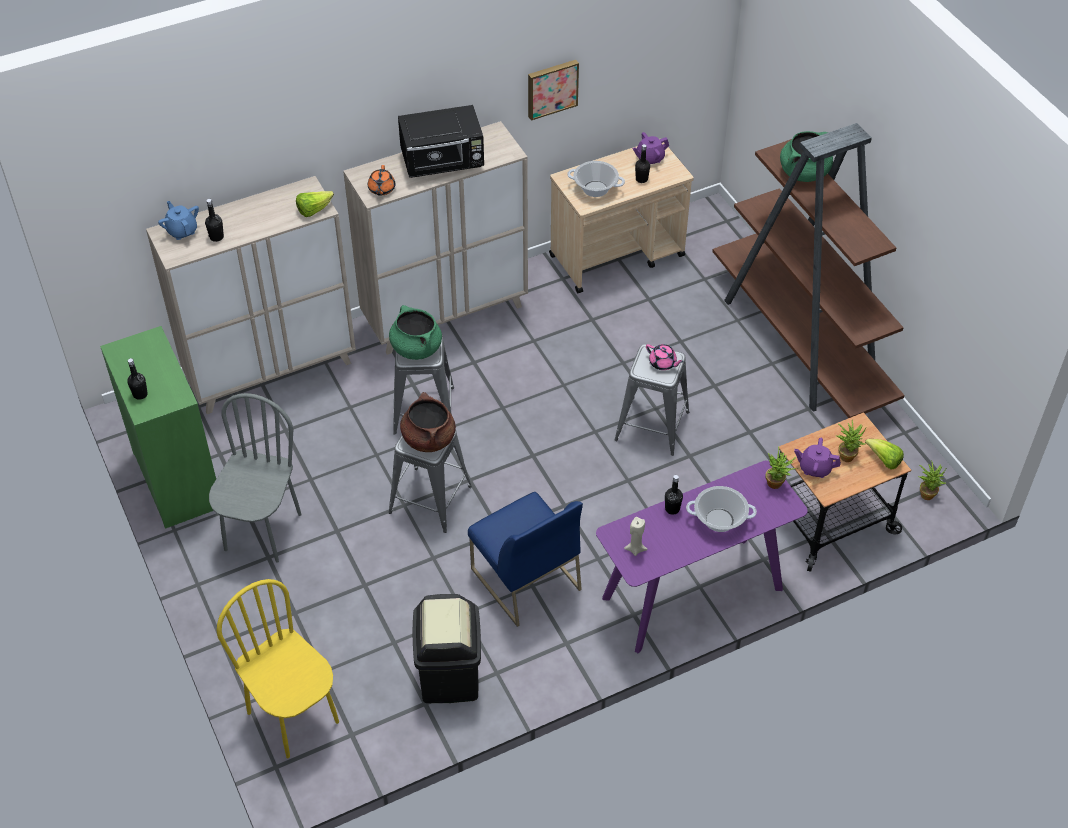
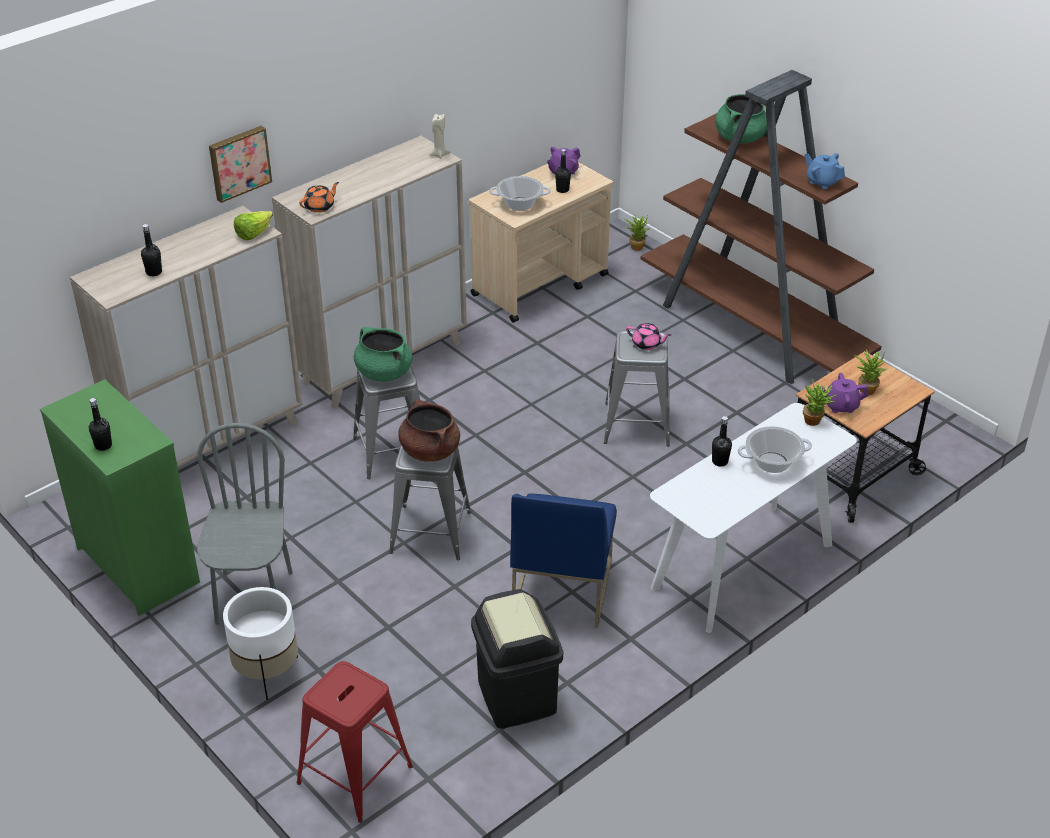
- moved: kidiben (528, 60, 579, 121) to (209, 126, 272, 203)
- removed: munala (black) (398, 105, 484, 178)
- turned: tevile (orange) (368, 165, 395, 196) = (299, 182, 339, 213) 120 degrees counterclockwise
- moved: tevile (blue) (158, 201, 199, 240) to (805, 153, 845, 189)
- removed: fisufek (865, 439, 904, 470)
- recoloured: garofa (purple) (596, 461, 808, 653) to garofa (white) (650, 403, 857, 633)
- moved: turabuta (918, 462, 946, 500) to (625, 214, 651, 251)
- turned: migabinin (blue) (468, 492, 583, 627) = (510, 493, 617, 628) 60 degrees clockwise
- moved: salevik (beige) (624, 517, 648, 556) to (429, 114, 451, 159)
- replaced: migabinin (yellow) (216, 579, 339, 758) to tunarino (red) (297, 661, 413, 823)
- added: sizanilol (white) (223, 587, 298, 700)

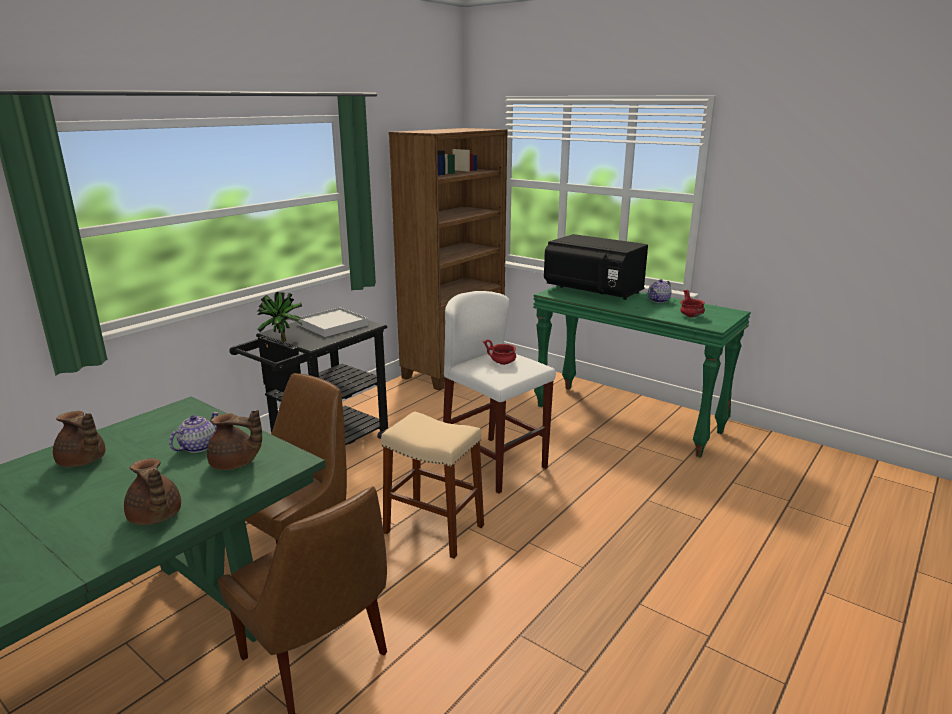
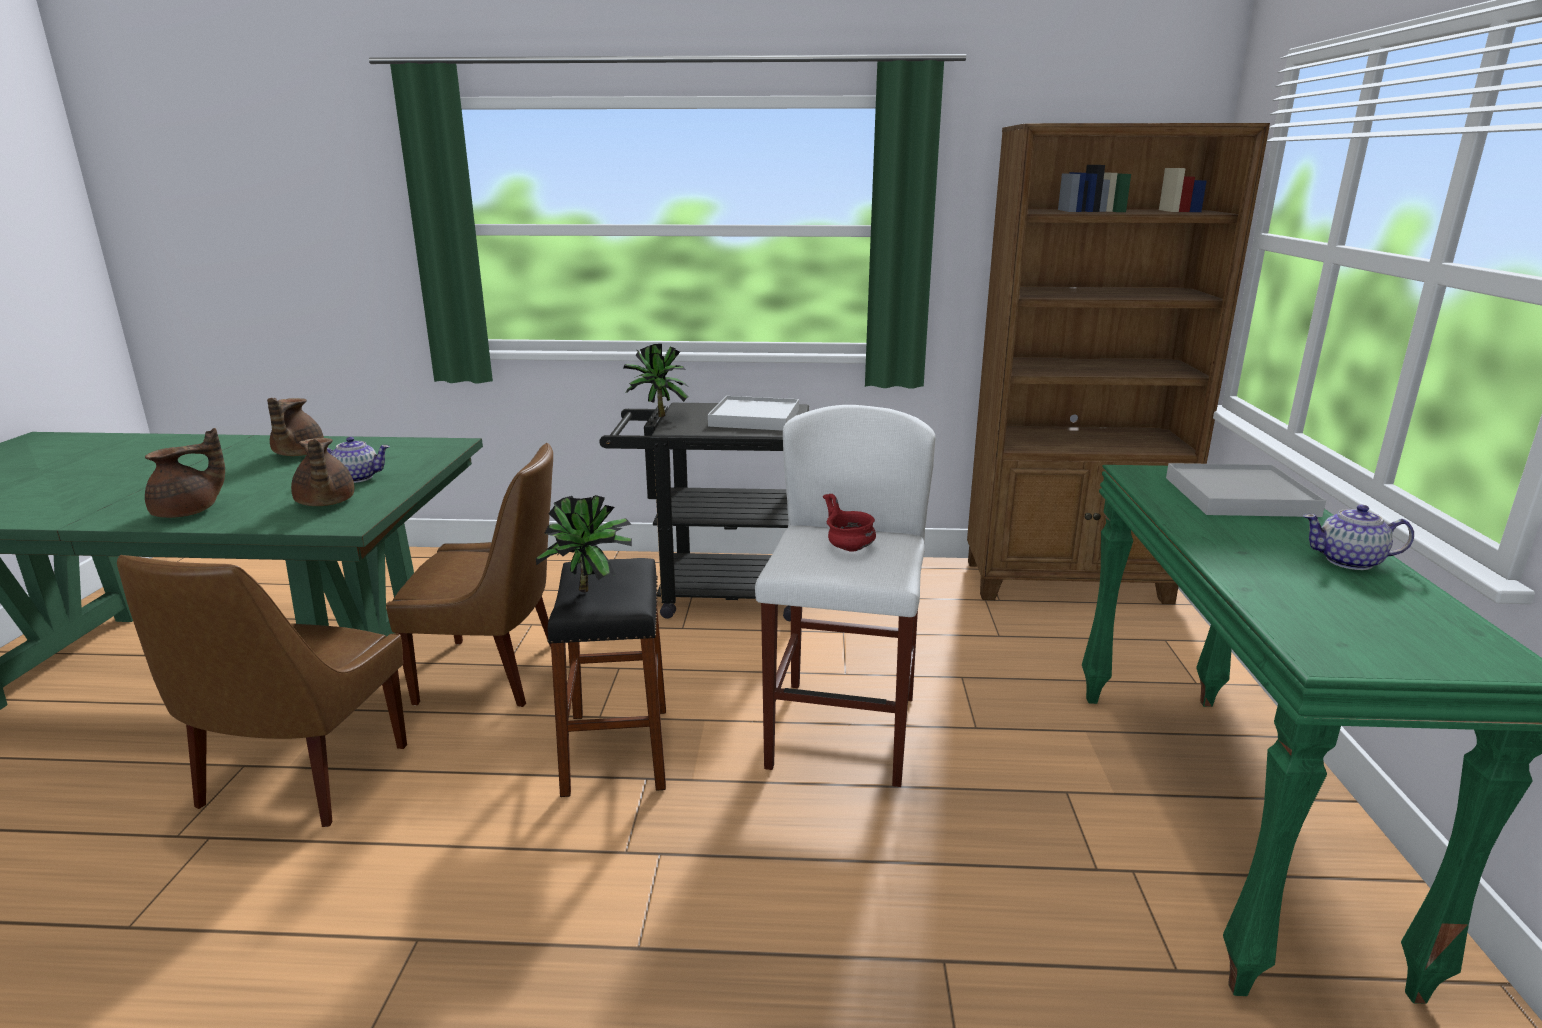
- replaced: munala (black) (544, 234, 648, 300) to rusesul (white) (1166, 463, 1326, 517)
- removed: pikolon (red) (680, 290, 705, 318)
- recoloured: tunarino (beige) (381, 411, 484, 559) to tunarino (black) (547, 558, 666, 797)
- turned: tevile (brown) (124, 458, 181, 525) = (145, 428, 225, 518) 150 degrees counterclockwise
- added: turabuta (536, 495, 632, 592)

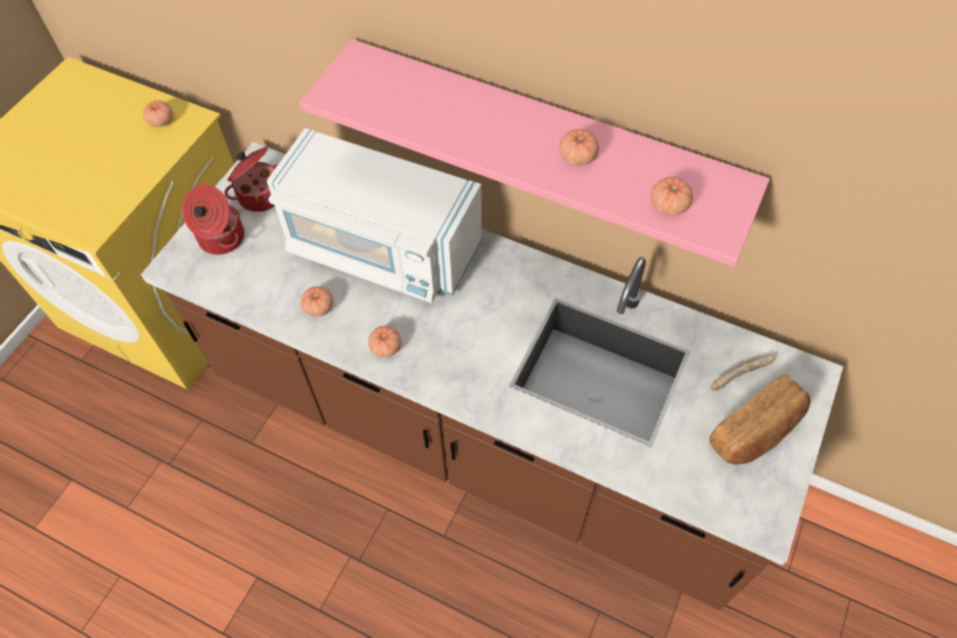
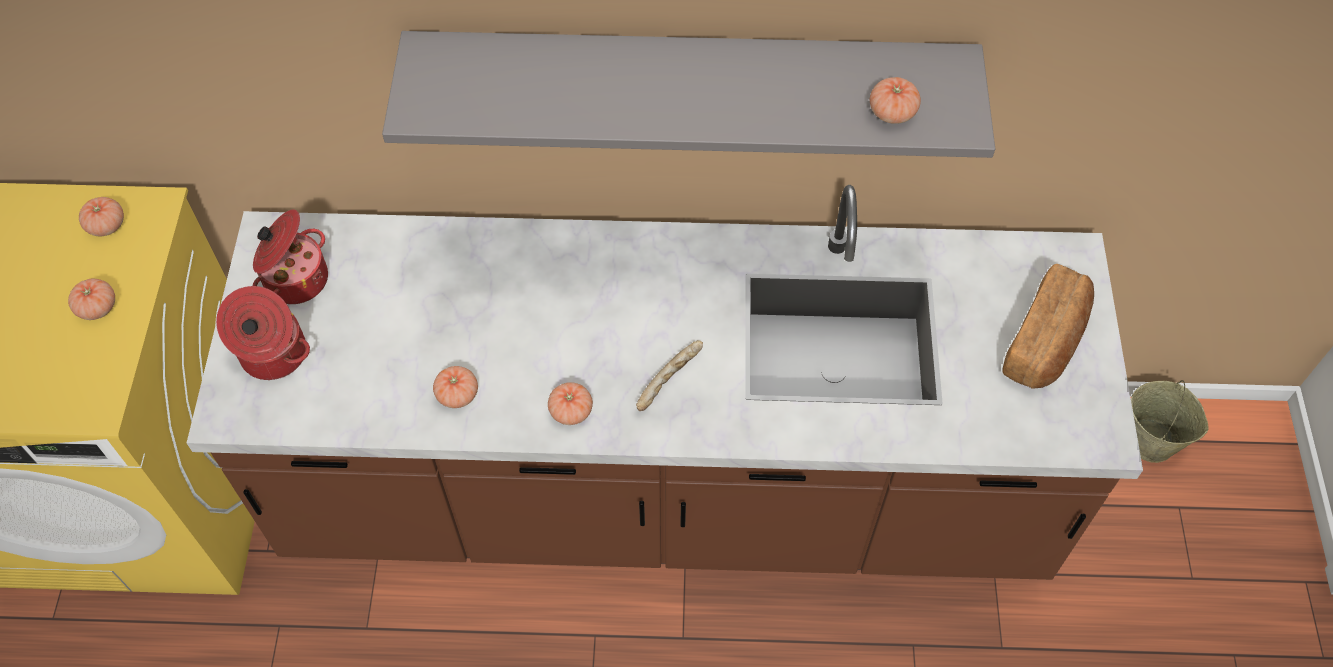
- recoloured: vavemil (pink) (299, 39, 770, 267) to vavemil (grey) (382, 31, 995, 158)
- removed: munala (white) (267, 128, 482, 303)
- moved: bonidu (559, 129, 599, 166) to (68, 279, 115, 320)
- moved: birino (711, 355, 775, 391) to (636, 340, 703, 411)
- added: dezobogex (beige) (1131, 380, 1209, 463)

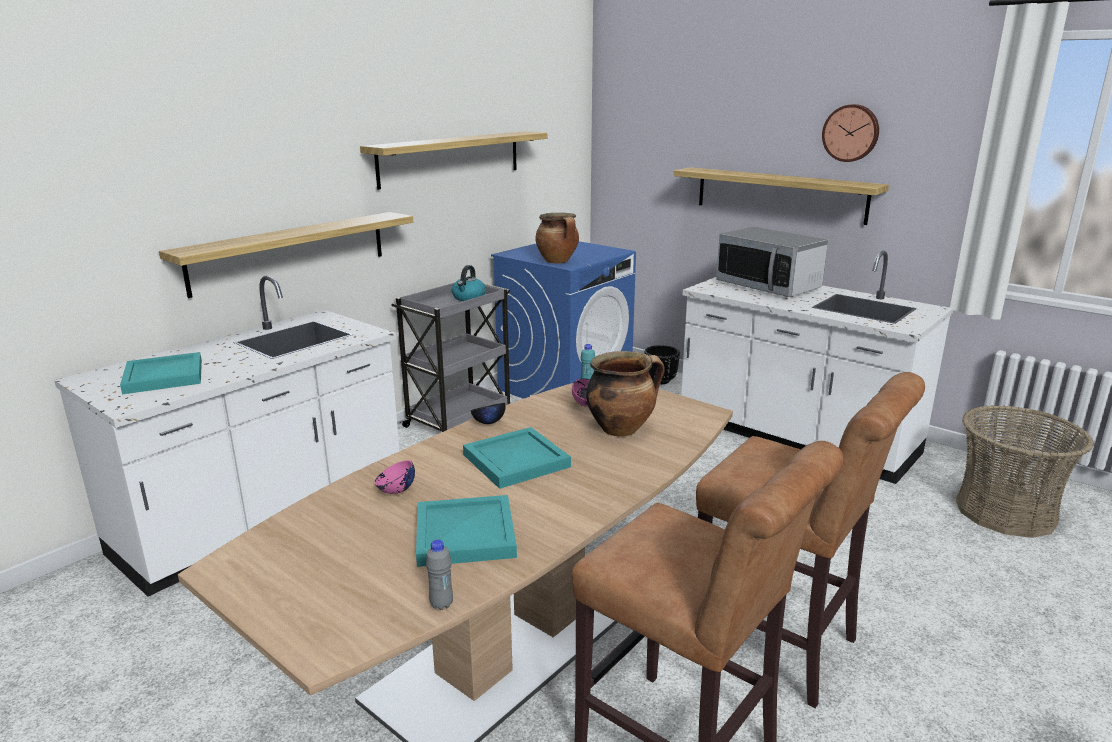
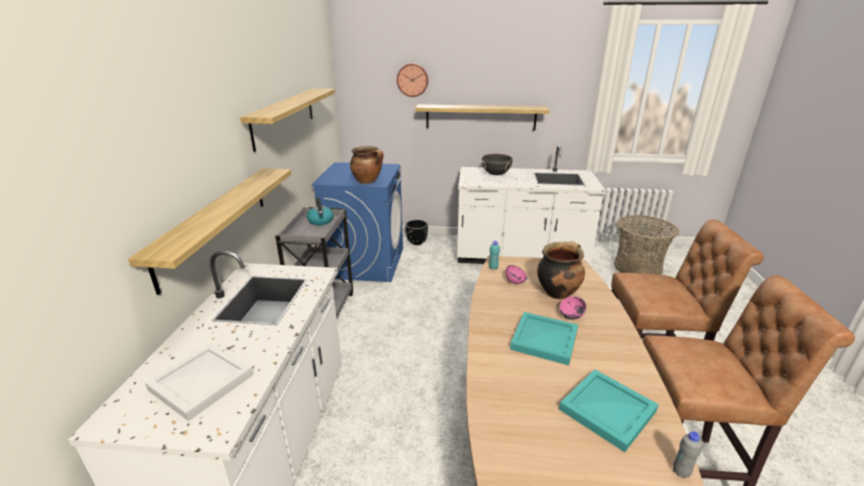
- moved: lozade (822, 104, 879, 162) to (397, 63, 428, 97)
- replaced: munala (716, 227, 828, 297) to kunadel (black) (482, 154, 513, 175)
- recoloured: rusesul (turquoise) (120, 352, 202, 394) to rusesul (white) (145, 344, 253, 421)
- removed: pikolon (black) (470, 403, 505, 424)
- moved: pikolon (pink) (375, 460, 415, 494) to (559, 297, 586, 320)

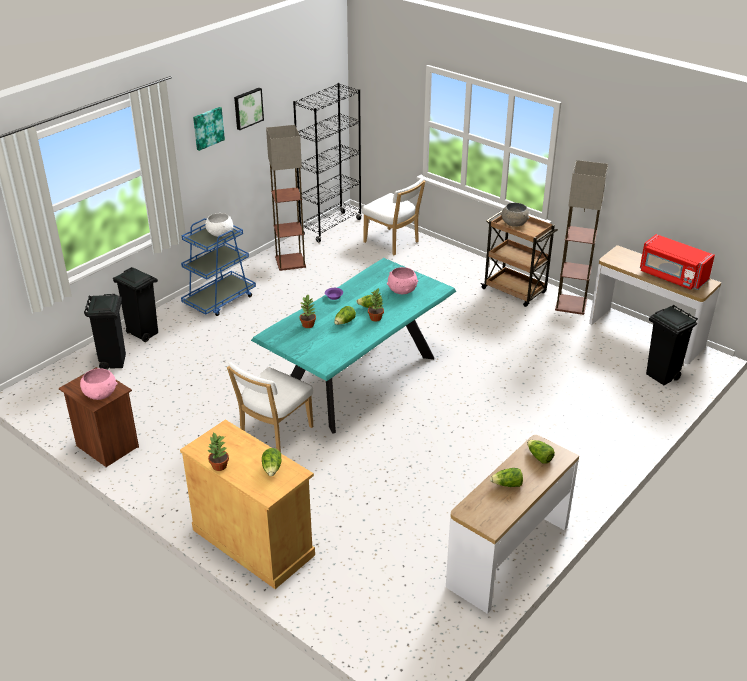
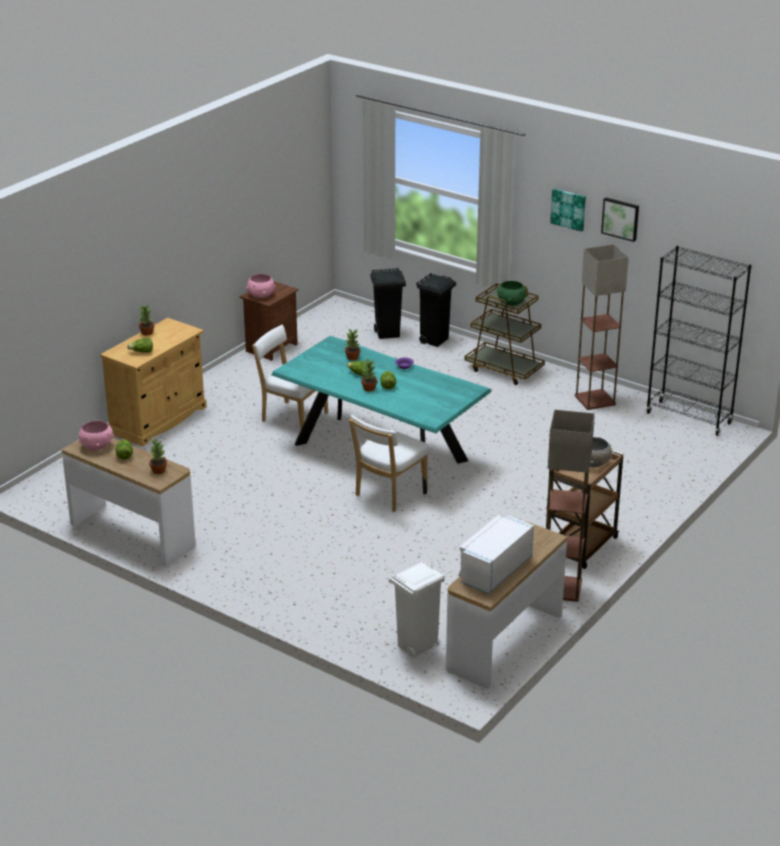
- moved: migabinin (white) (362, 178, 425, 255) to (349, 415, 430, 511)
- recoloured: pikolon (white) (205, 213, 234, 237) to pikolon (green) (497, 281, 527, 306)
- recoloured: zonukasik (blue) (181, 218, 256, 316) to zonukasik (brown) (464, 283, 545, 385)
- recoloured: munala (red) (640, 234, 715, 290) to munala (white) (459, 515, 534, 594)
- moved: pikolon (pink) (387, 267, 418, 294) to (78, 421, 114, 451)
- recoloured: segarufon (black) (646, 305, 698, 385) to segarufon (white) (389, 561, 445, 659)
- replaced: fisufek (527, 440, 555, 464) to turabuta (149, 438, 167, 474)

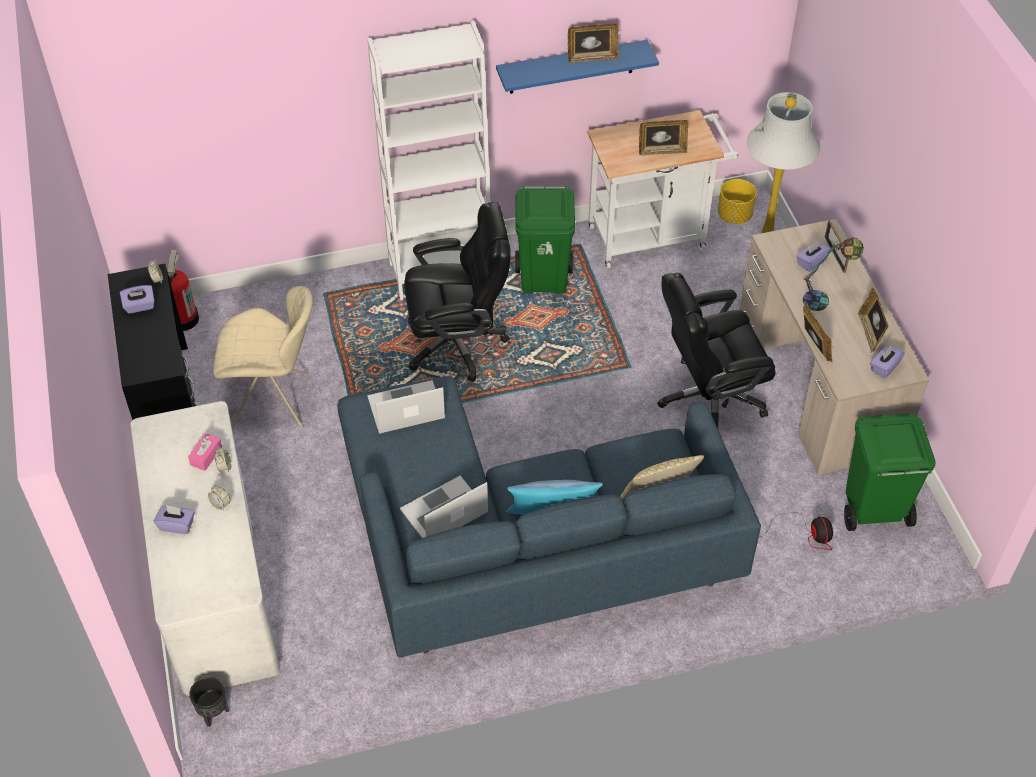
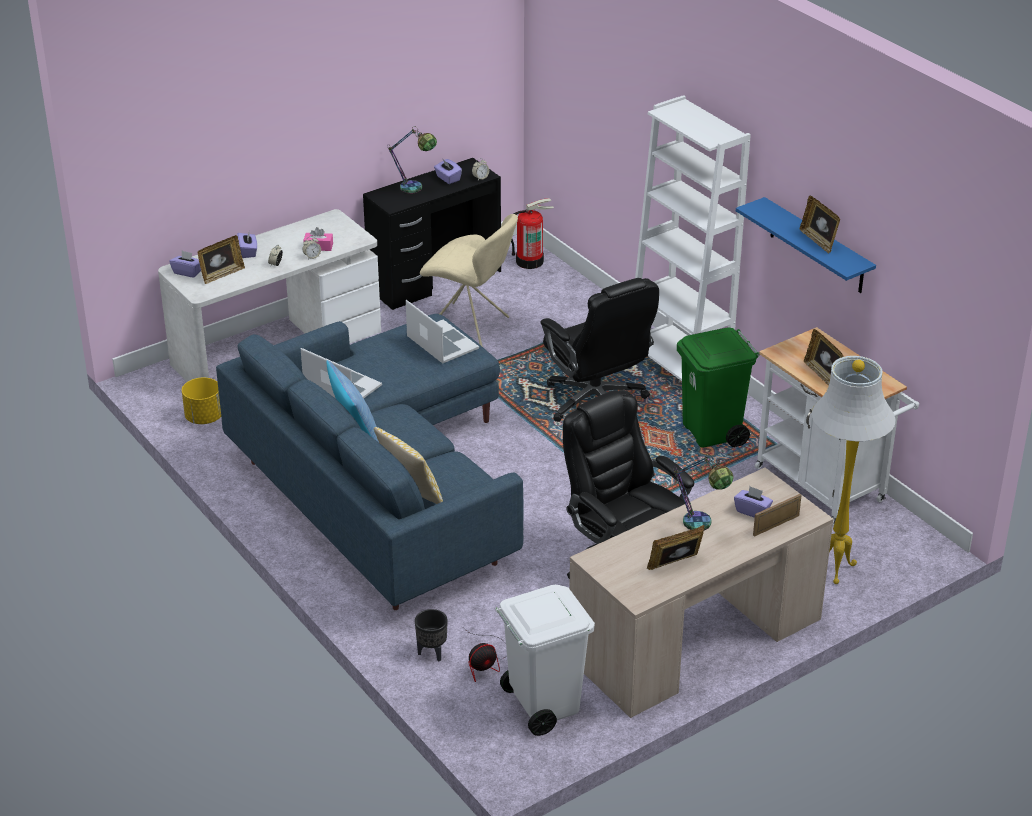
- moved: sizanilol (yellow) (718, 179, 756, 224) to (182, 378, 221, 424)
- turned: migabinin (beige) (213, 286, 313, 428) = (420, 214, 518, 347) 45 degrees counterclockwise
- moved: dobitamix (803, 303, 832, 362) to (198, 235, 245, 284)
- moved: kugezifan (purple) (870, 345, 905, 378) to (170, 251, 201, 278)
- recoloured: segarufon (green) (844, 413, 936, 531) to segarufon (white) (495, 585, 595, 736)
- moved: sizanilol (black) (189, 677, 229, 727) to (415, 609, 448, 662)
- added: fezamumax (387, 126, 437, 194)

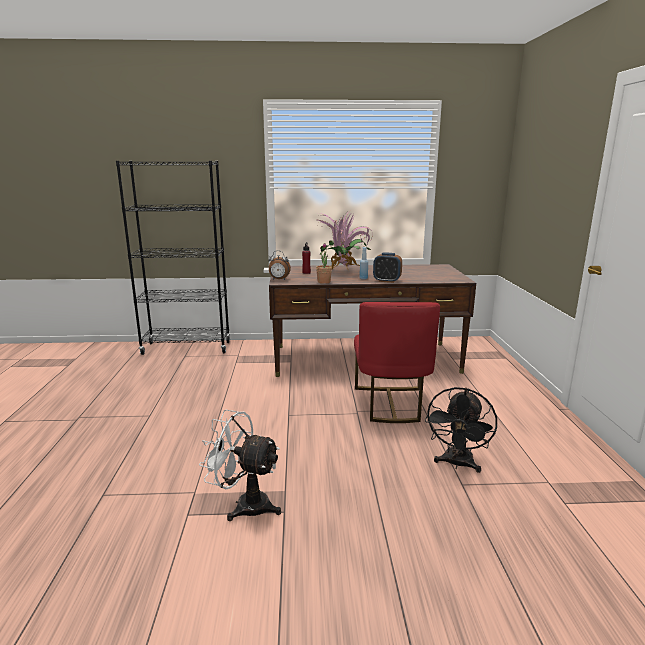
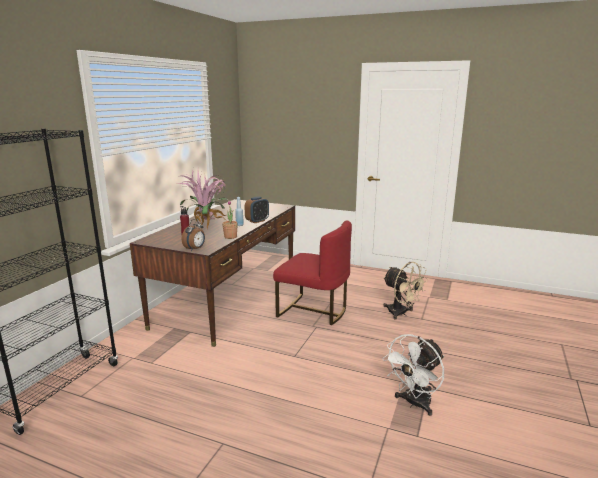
- recoloured: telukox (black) (425, 387, 497, 473) to telukox (beige) (383, 262, 428, 319)

